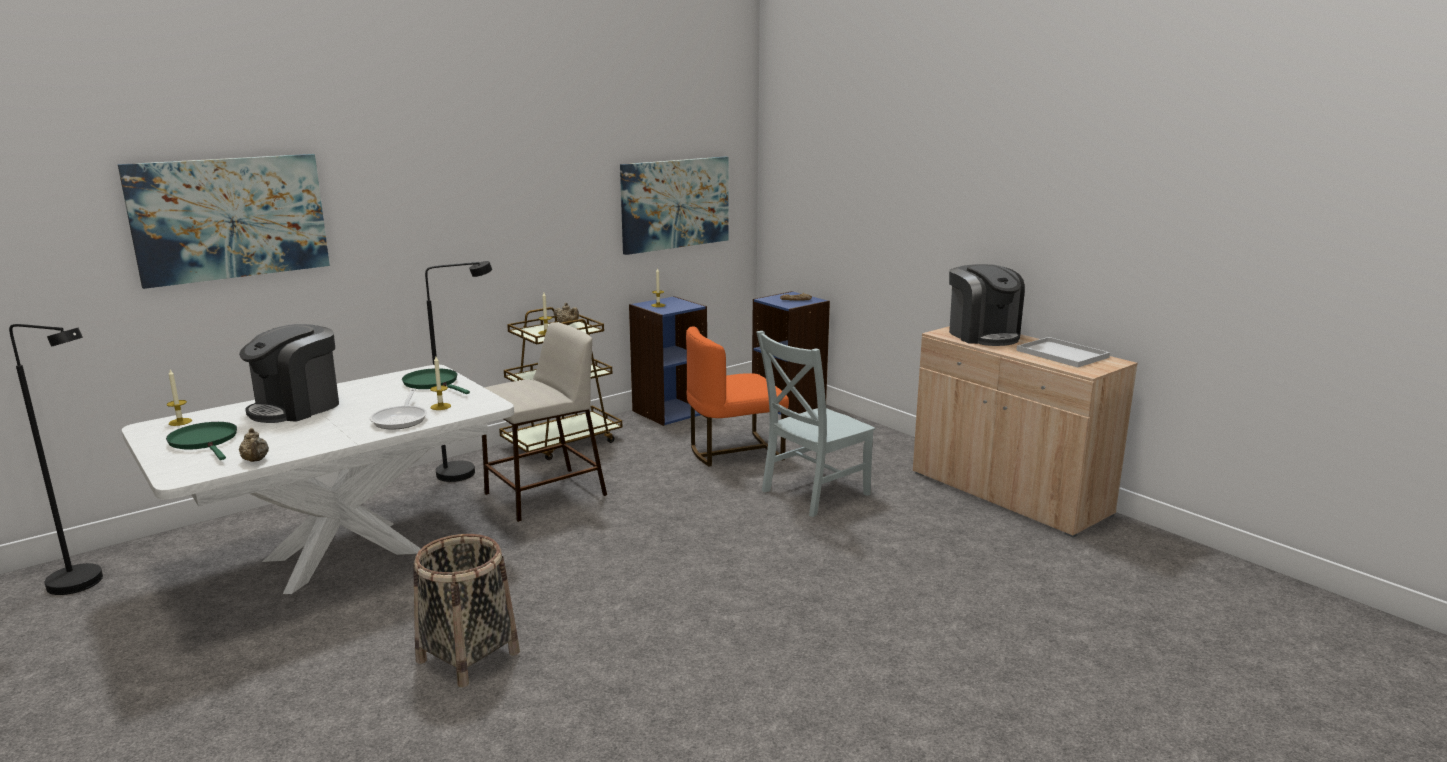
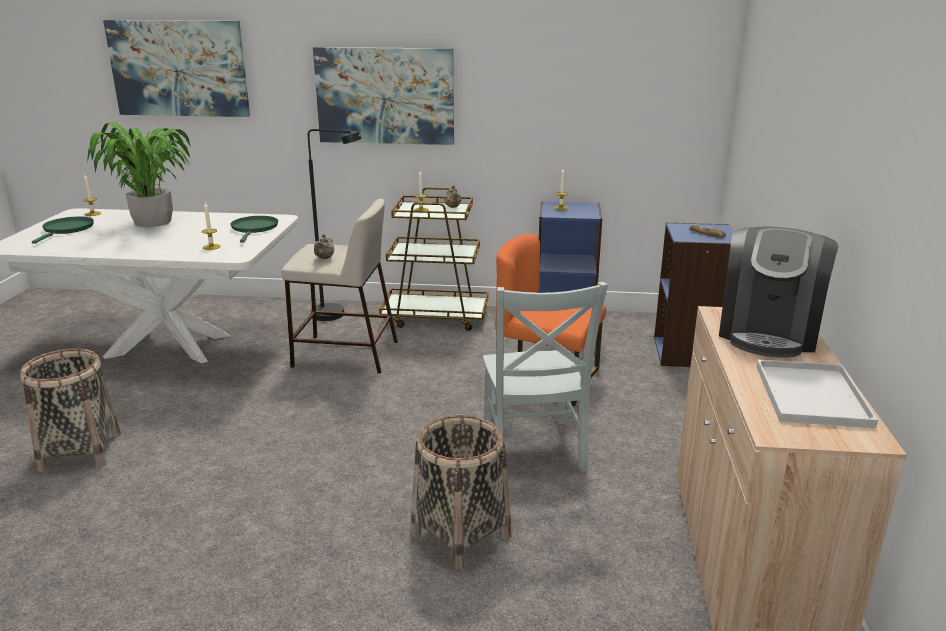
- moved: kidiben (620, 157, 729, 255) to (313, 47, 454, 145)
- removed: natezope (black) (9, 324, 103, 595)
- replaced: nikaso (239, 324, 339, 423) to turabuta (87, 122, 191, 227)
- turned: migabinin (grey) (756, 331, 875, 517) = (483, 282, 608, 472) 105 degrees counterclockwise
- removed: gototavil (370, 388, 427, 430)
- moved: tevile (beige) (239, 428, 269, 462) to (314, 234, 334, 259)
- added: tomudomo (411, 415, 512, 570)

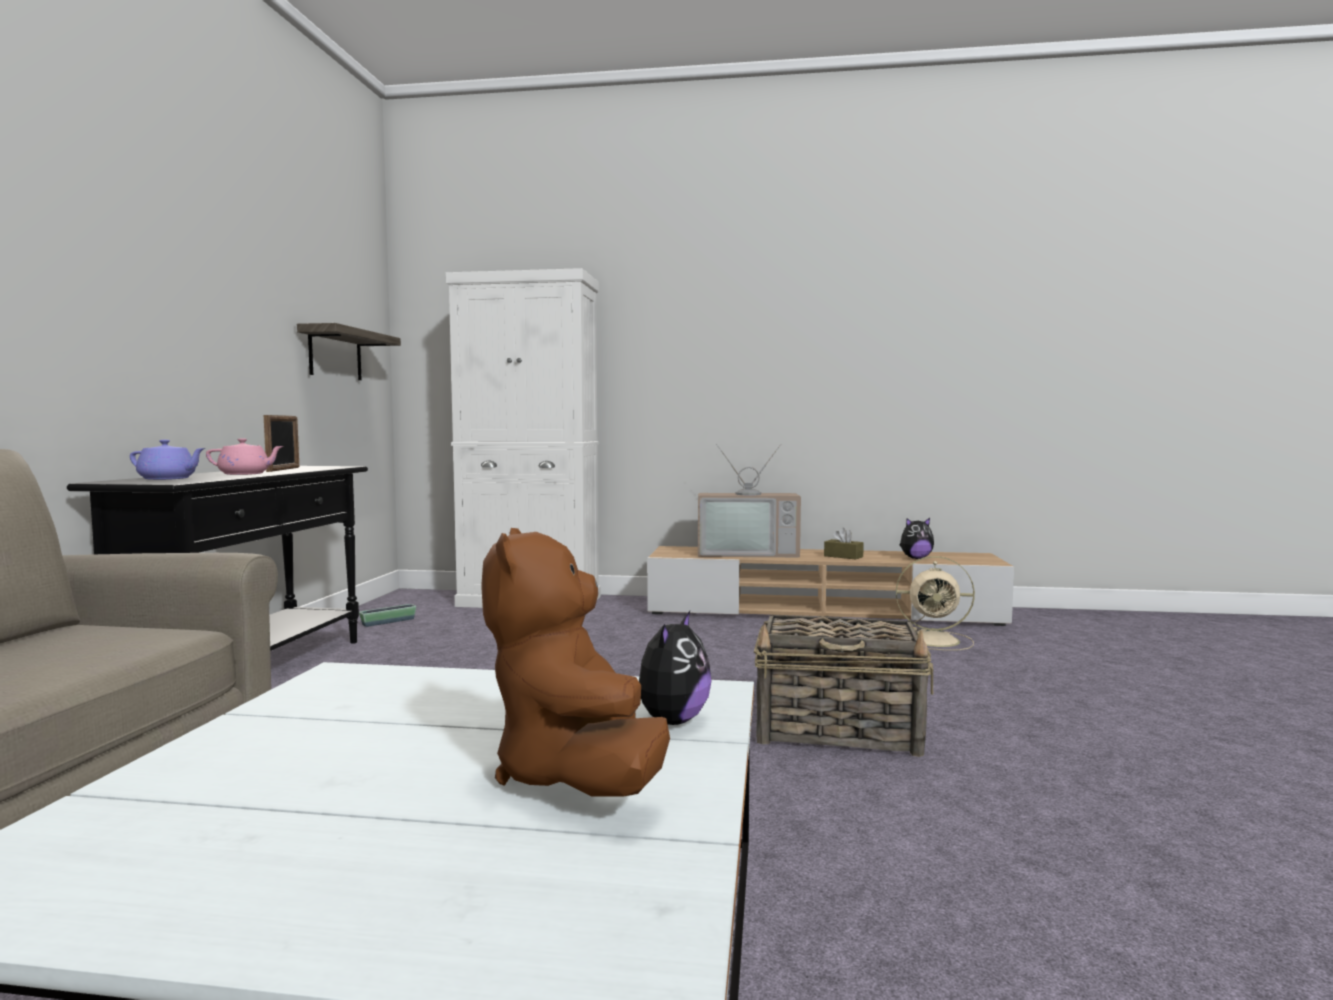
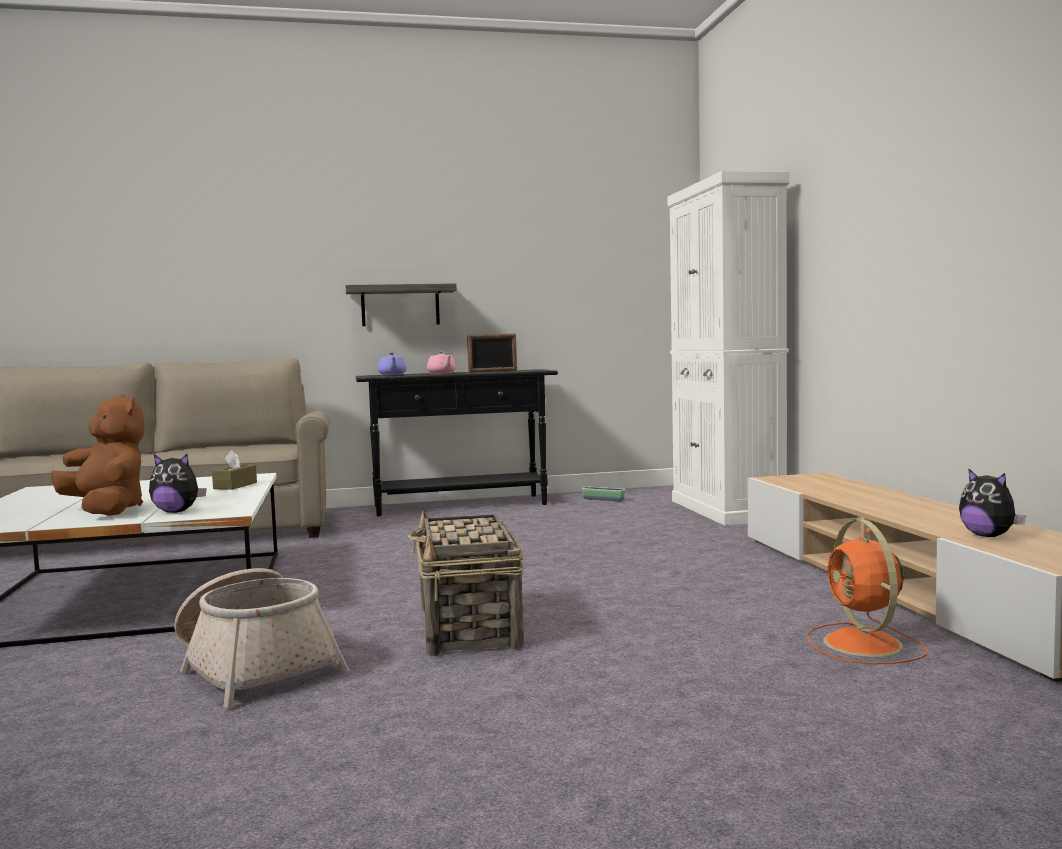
- moved: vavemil (297, 323, 401, 380) to (346, 283, 457, 326)
- removed: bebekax (698, 444, 801, 557)
- moved: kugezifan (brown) (824, 527, 864, 560) to (212, 450, 257, 490)
- turned: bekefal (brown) (481, 528, 670, 796) = (51, 394, 144, 516) 75 degrees clockwise
- recoloured: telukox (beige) (896, 556, 975, 651) to telukox (orange) (806, 519, 928, 664)
- added: tomudomo (174, 568, 350, 708)

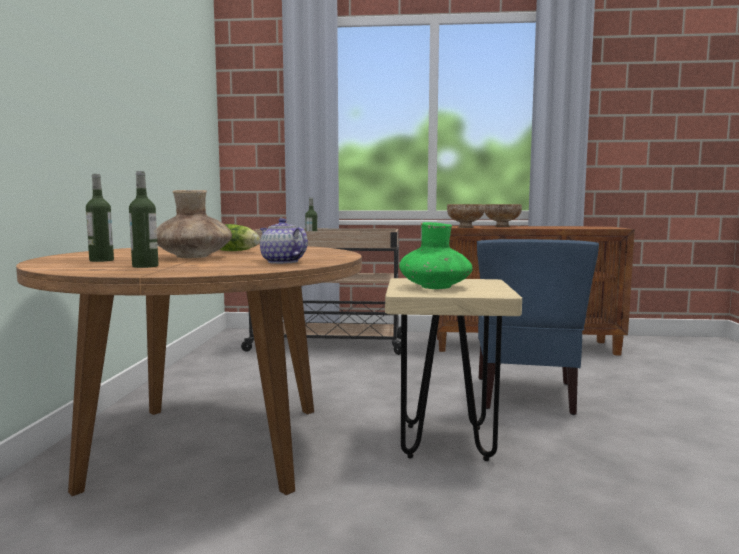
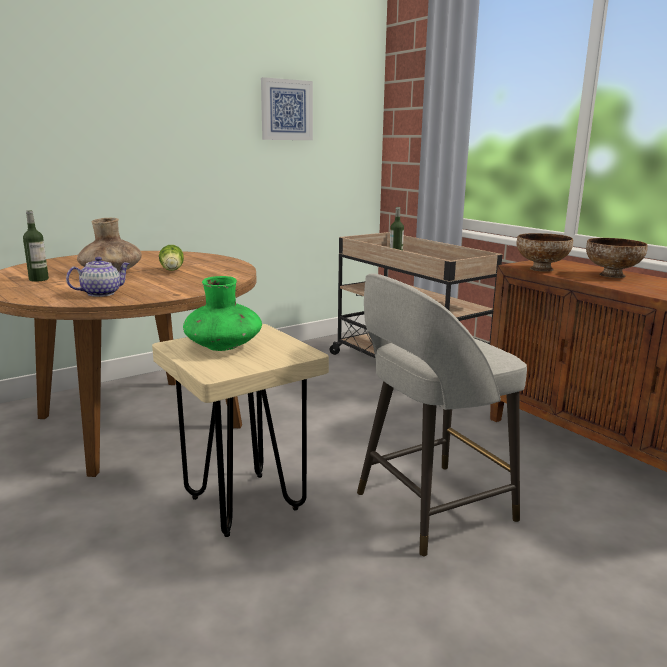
- removed: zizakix (86, 174, 114, 262)
- turned: tevile (260, 218, 308, 264) = (66, 257, 130, 297) 45 degrees clockwise
- replaced: migabinin (blue) (477, 239, 599, 415) to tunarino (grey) (357, 273, 527, 557)
- added: kidiben (261, 77, 313, 140)

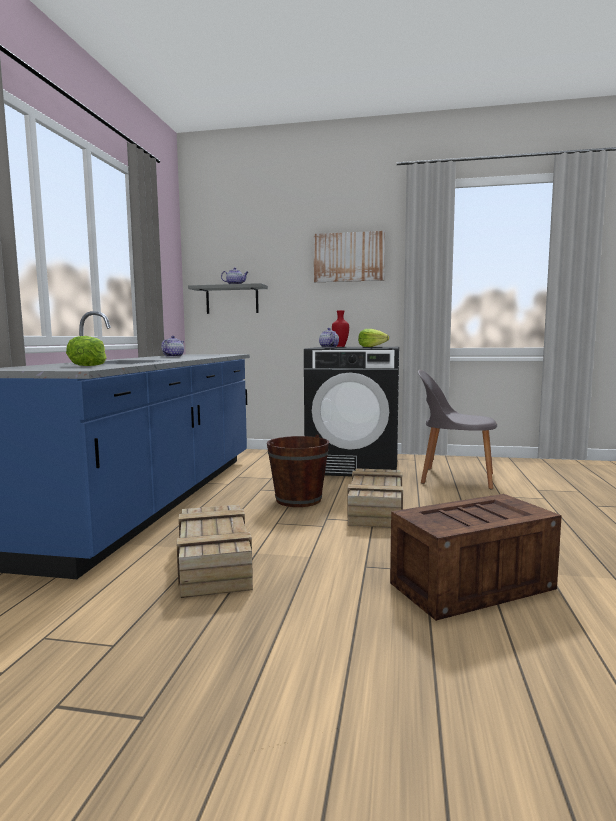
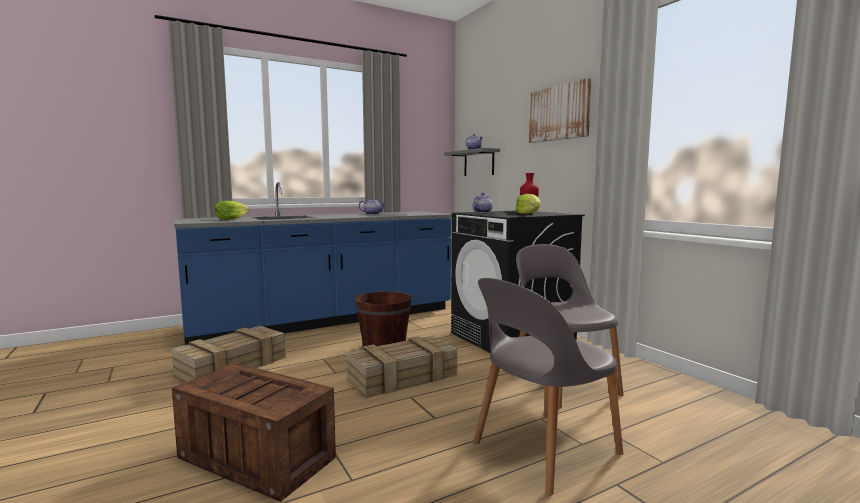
- added: migabinin (grey) (474, 278, 623, 495)

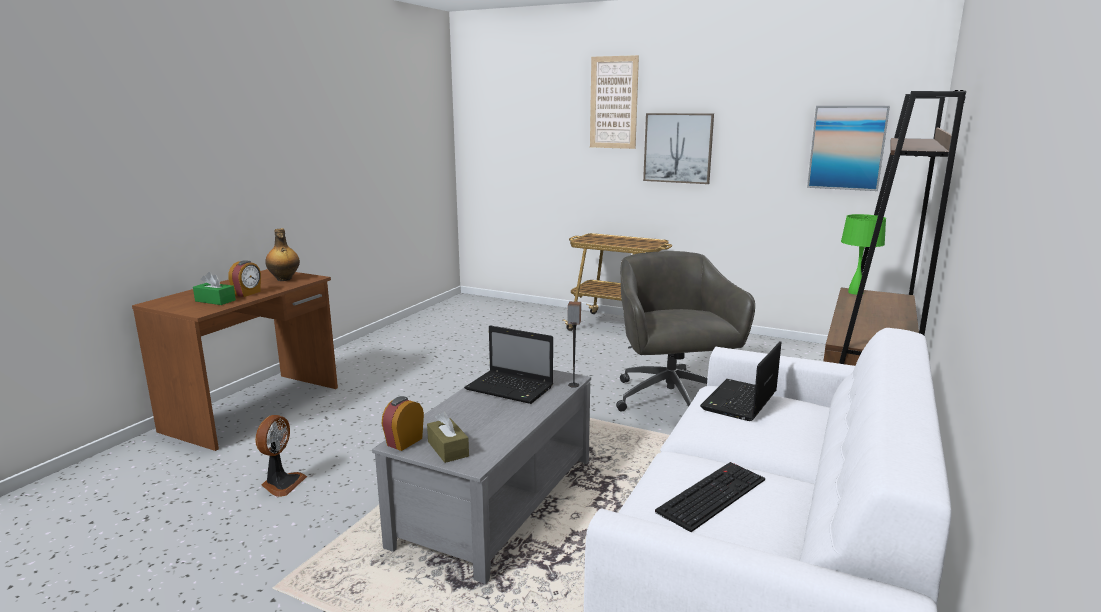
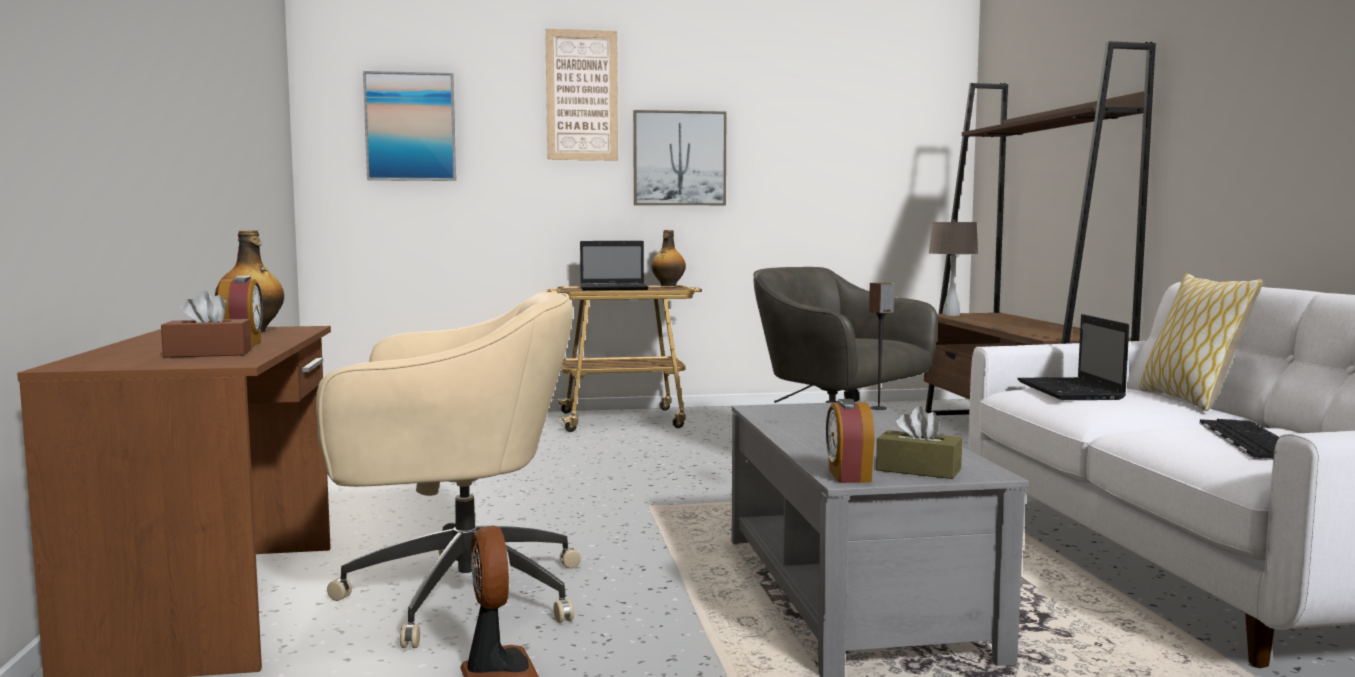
- moved: kidiben (807, 106, 890, 191) to (363, 71, 456, 181)
- recoloured: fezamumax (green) (841, 214, 886, 295) to fezamumax (beige) (929, 219, 978, 316)
- recoloured: kugezifan (green) (193, 272, 236, 305) to kugezifan (brown) (161, 291, 252, 358)
- moved: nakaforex (464, 325, 553, 404) to (580, 241, 649, 291)
- added: zizakix (651, 230, 686, 286)
- added: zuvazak (1139, 274, 1263, 411)
- added: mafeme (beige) (316, 292, 581, 648)

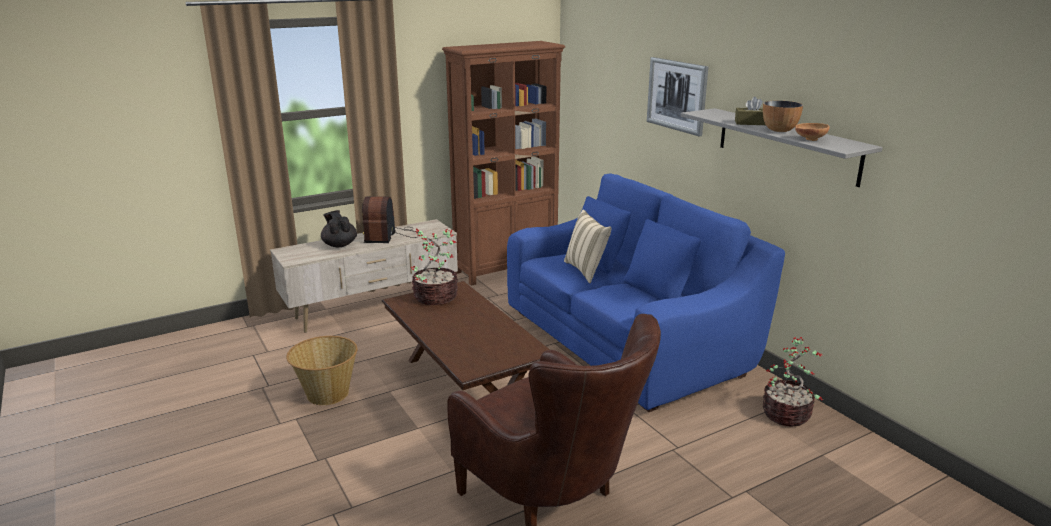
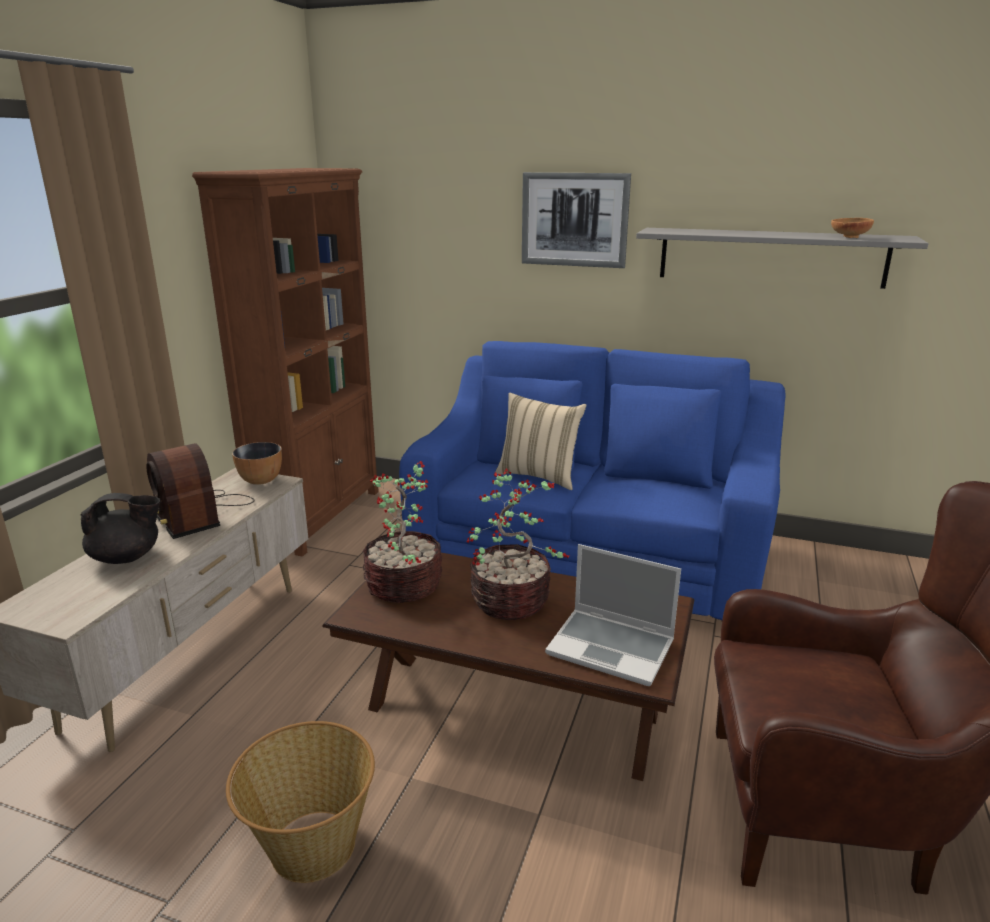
- removed: kugezifan (brown) (735, 97, 765, 125)
- moved: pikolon (763, 101, 803, 132) to (232, 442, 282, 485)
- turned: tevile (black) (321, 210, 357, 248) = (81, 493, 160, 564) 150 degrees clockwise
- moved: turabuta (763, 337, 823, 427) to (466, 468, 569, 620)
- added: nakaforex (545, 544, 681, 686)

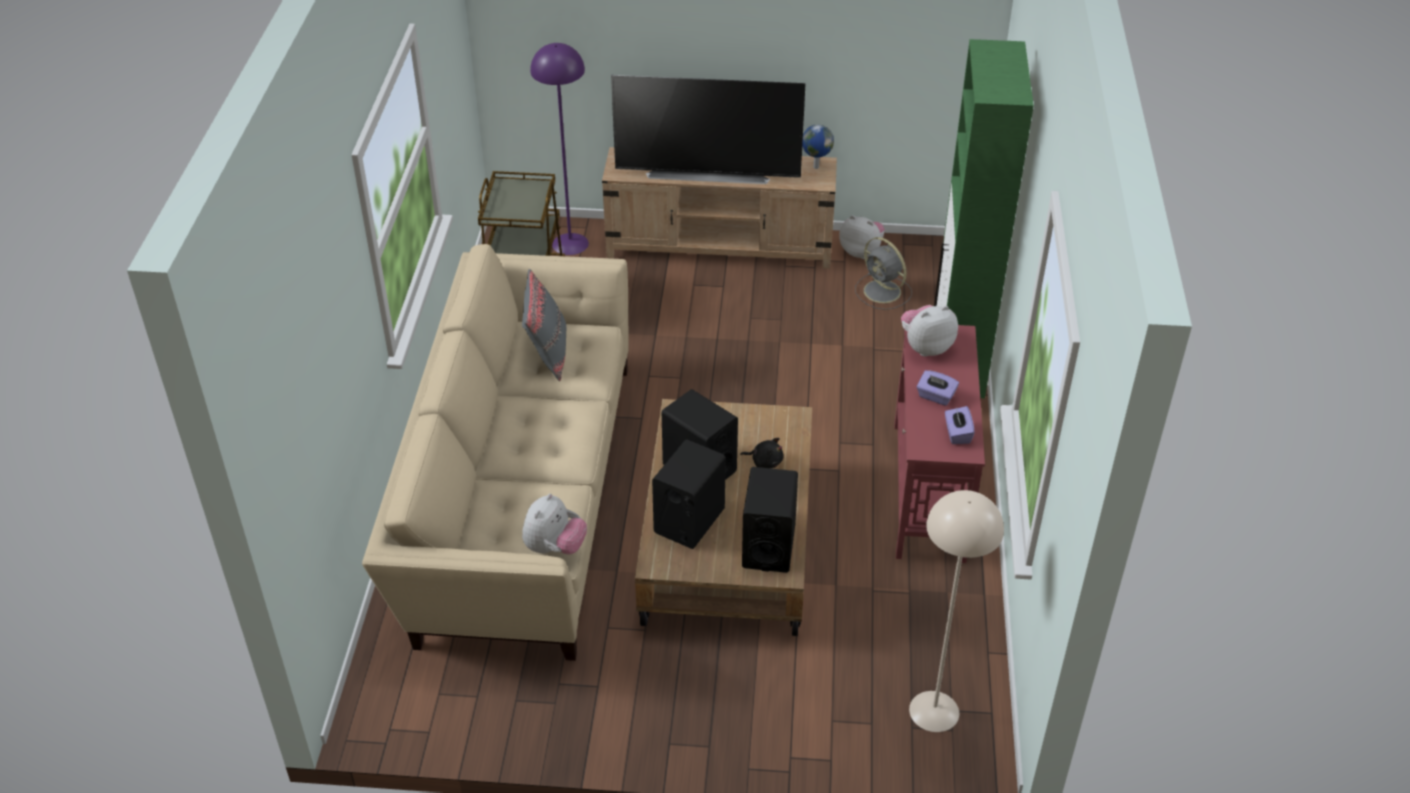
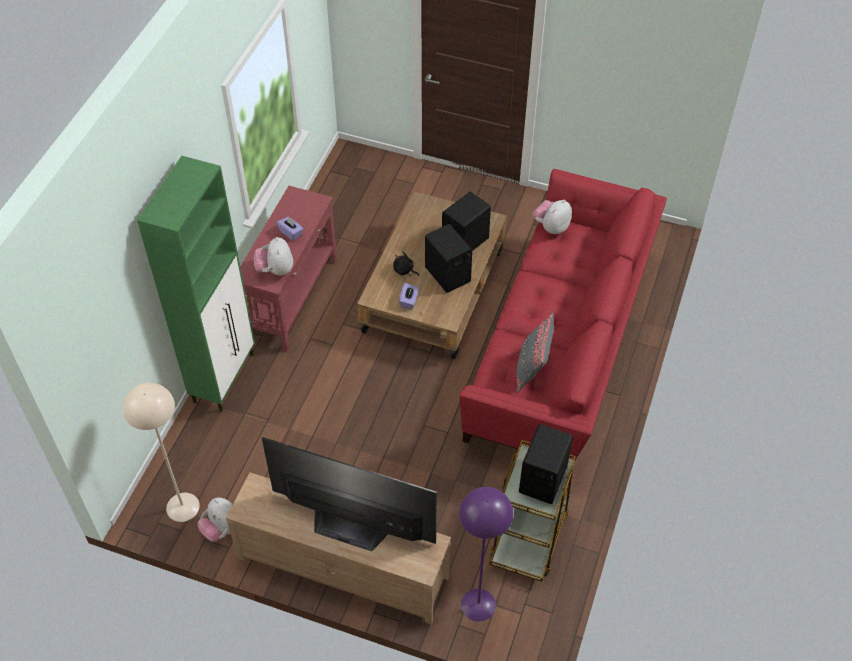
- removed: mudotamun (802, 124, 834, 169)
- removed: telukox (grey) (855, 237, 912, 310)
- recoloured: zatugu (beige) (362, 244, 629, 661) to zatugu (red) (460, 169, 667, 462)
- turned: bekefal (901, 305, 958, 357) = (254, 237, 293, 275) 90 degrees clockwise
- moved: kugezifan (purple) (945, 406, 975, 444) to (399, 283, 419, 309)
- moved: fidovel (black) (742, 467, 798, 573) to (519, 424, 573, 504)
- moved: natezope (beige) (909, 490, 1004, 732) to (123, 383, 200, 522)

